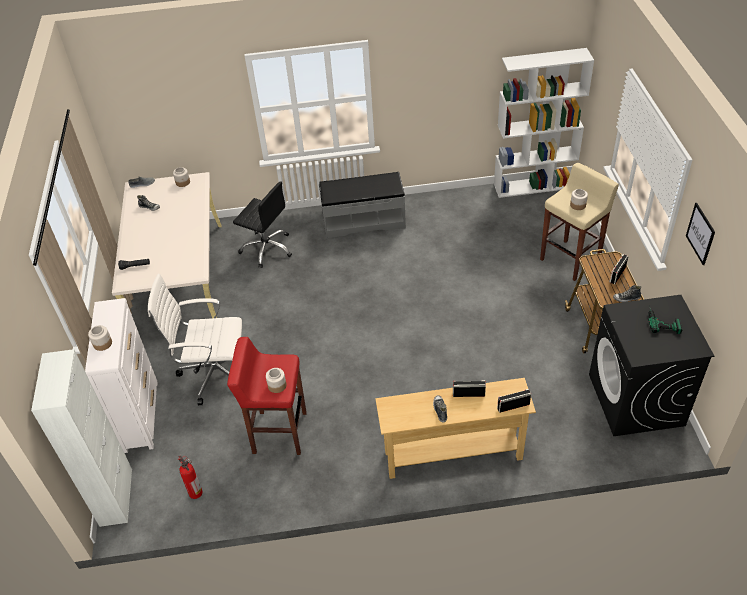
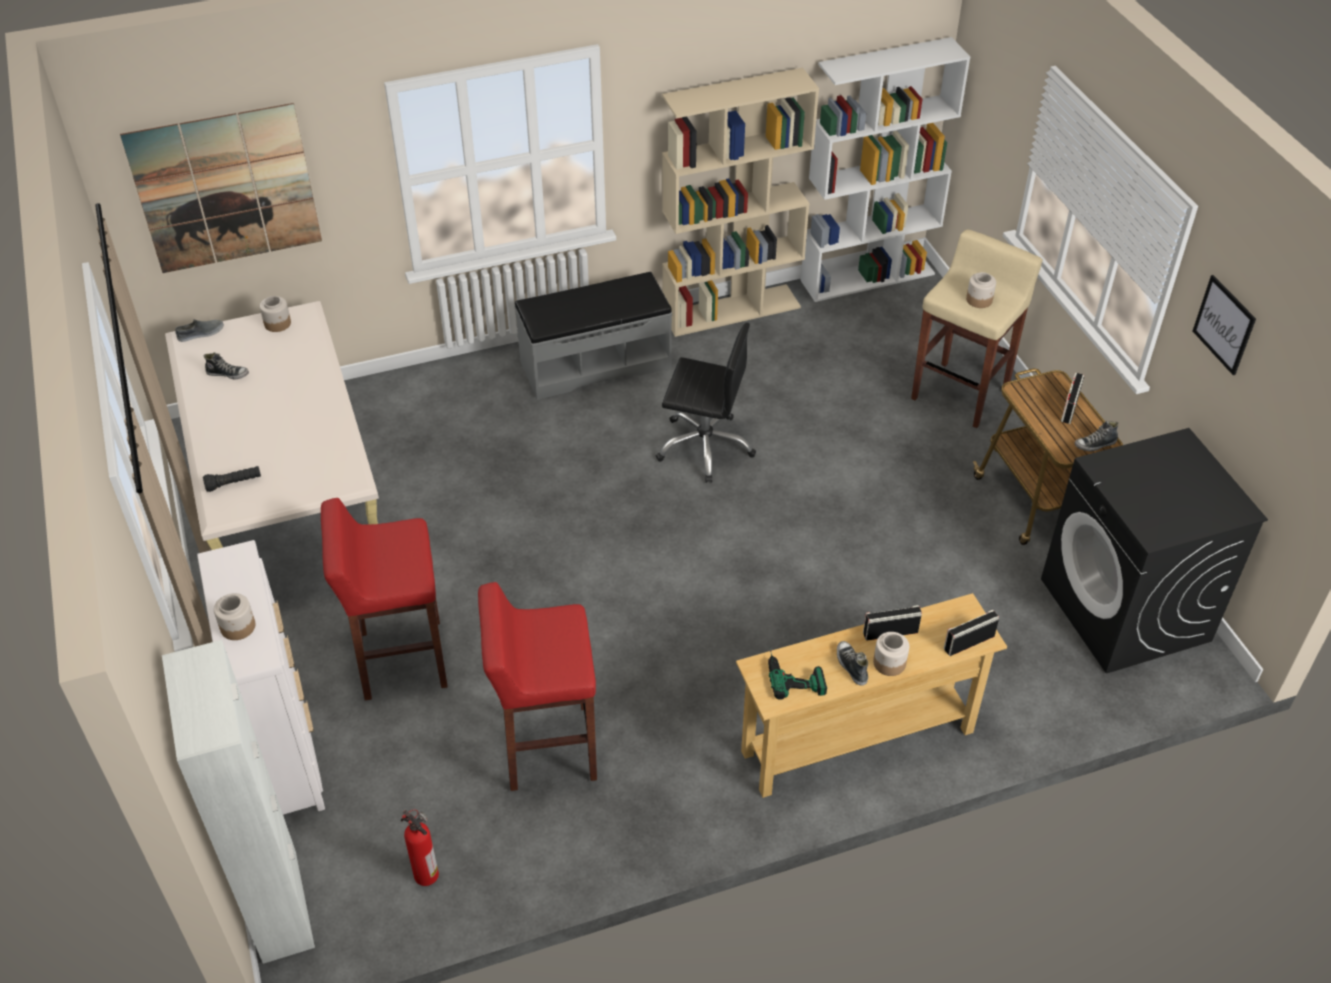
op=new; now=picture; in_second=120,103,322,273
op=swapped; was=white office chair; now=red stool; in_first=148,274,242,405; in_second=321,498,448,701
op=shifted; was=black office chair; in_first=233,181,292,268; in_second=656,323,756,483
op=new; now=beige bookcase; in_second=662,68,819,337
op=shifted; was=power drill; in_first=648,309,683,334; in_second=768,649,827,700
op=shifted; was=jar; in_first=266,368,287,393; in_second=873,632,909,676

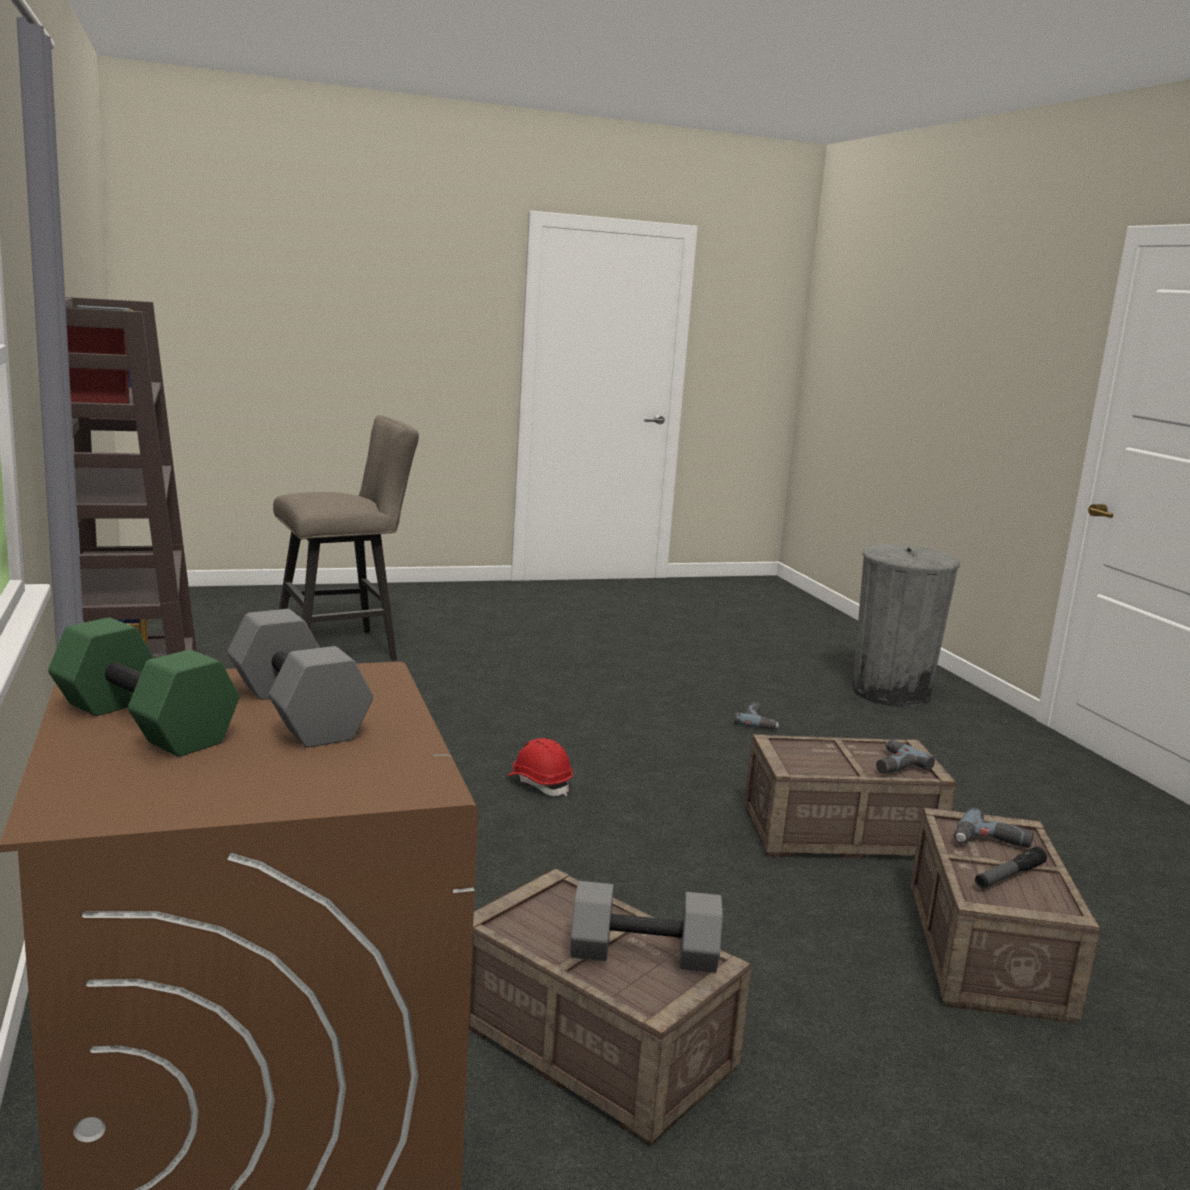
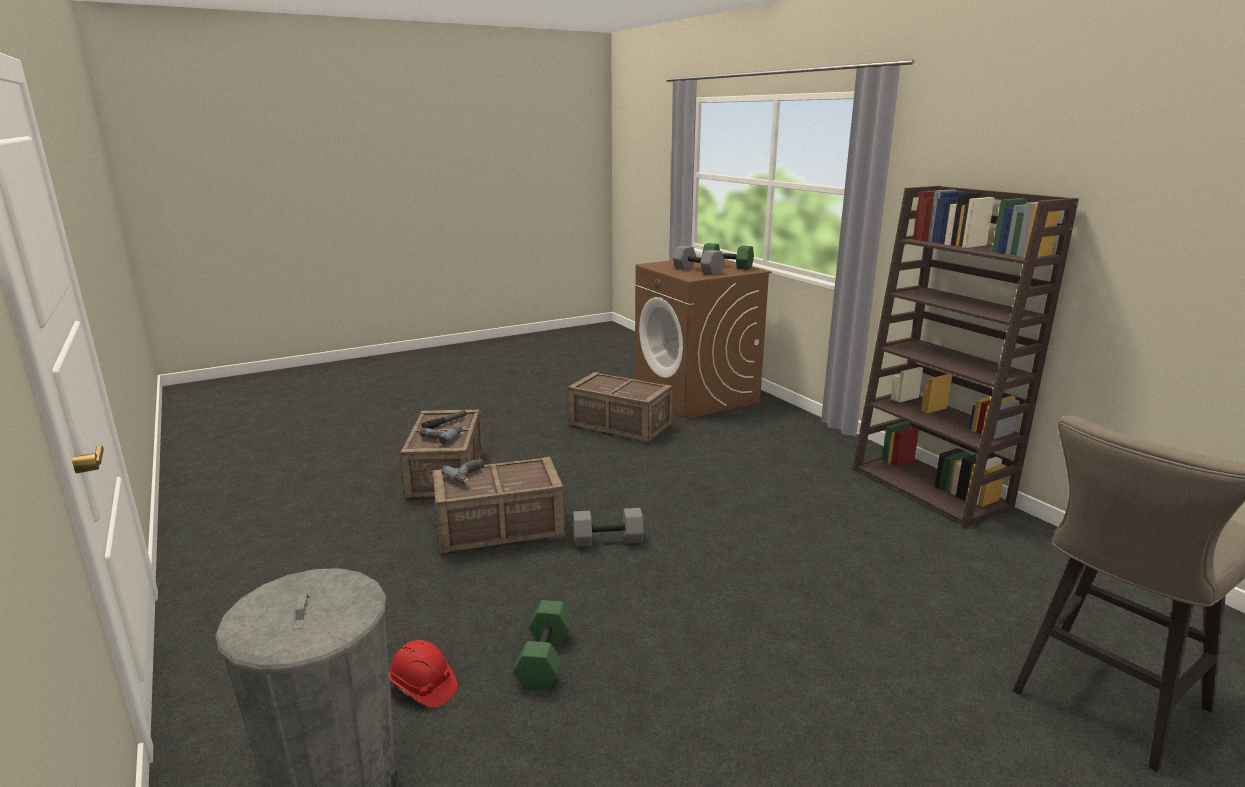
op=shifted; was=red hard hat; in_first=506,738,573,796; in_second=389,640,458,708
op=swapped; was=power drill; now=green dumbbell; in_first=734,702,779,730; in_second=513,600,573,691
op=shifted; was=grey dumbbell; in_first=570,881,723,973; in_second=573,508,644,547

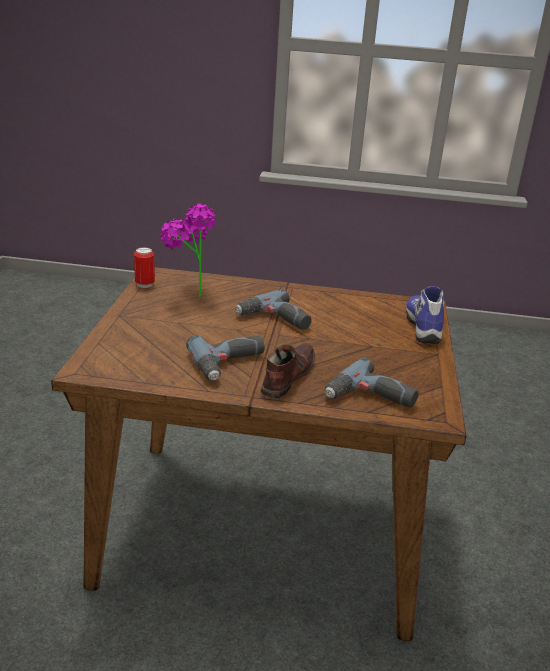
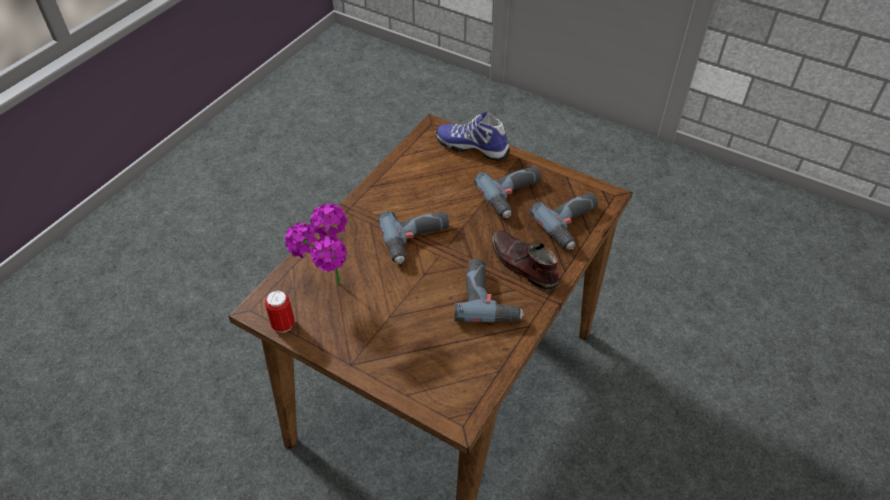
op=new; now=power drill; in_second=474,166,541,218

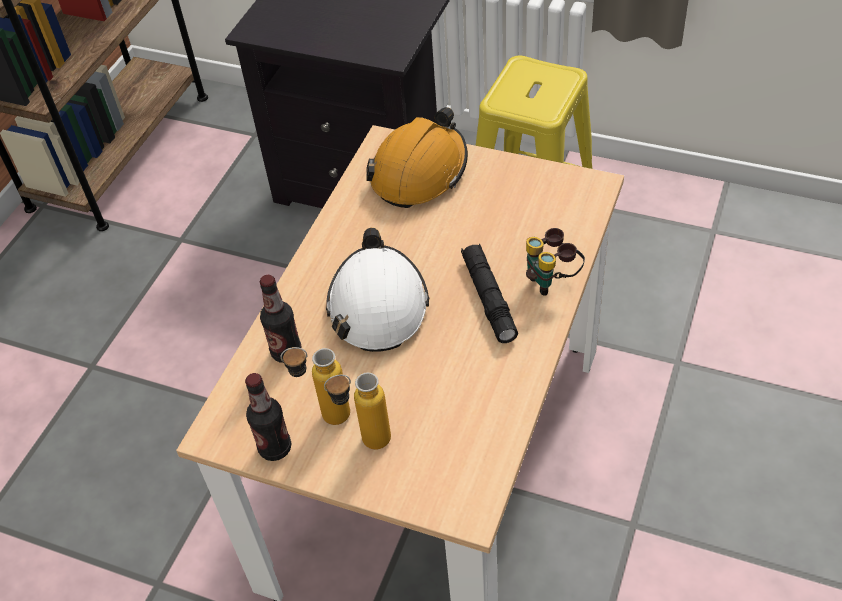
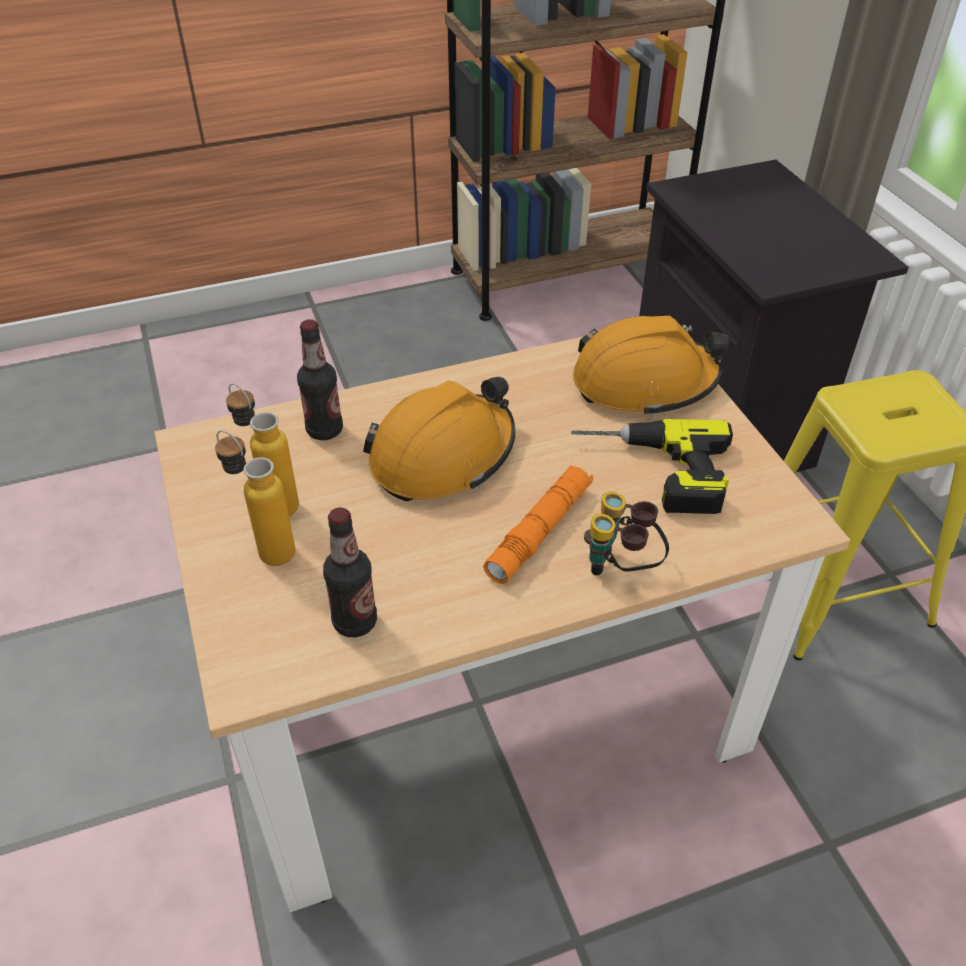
op=shifted; was=bottle; in_first=245,373,292,461; in_second=323,507,377,637
op=repainted; was=white hard hat; now=orange hard hat; in_first=326,228,429,352; in_second=363,377,515,501
op=repainted; was=black flashlight; now=orange flashlight; in_first=461,244,518,343; in_second=483,465,593,584
op=new; now=power drill; in_second=571,419,733,514

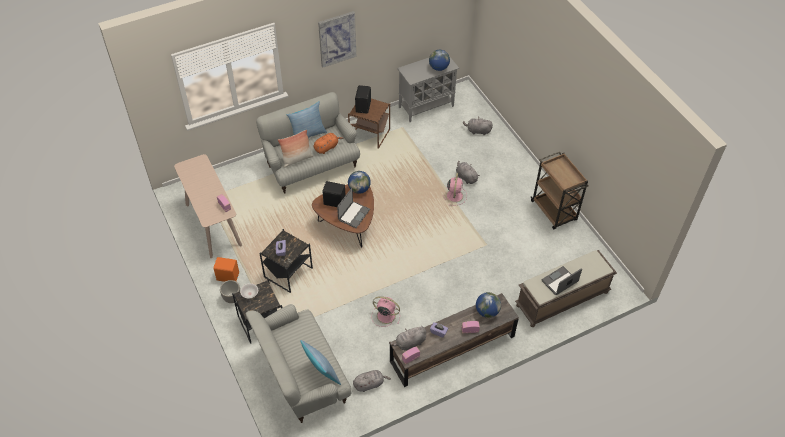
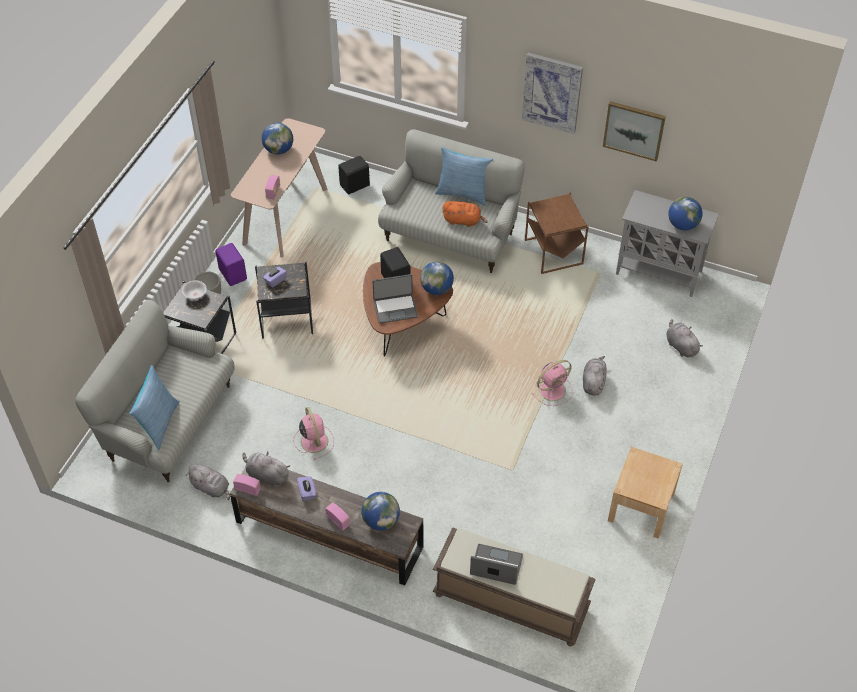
op=repainted; was=orange speaker; now=purple speaker; in_first=213,257,239,282; in_second=215,243,247,286
op=new; now=globe; in_second=262,123,293,155
op=shifted; was=black speaker; in_first=355,85,371,114; in_second=338,156,370,195
op=new; now=picture; in_second=603,101,666,162
op=swapped; was=brown cart; now=beige nightstand; in_first=531,152,589,229; in_second=608,447,683,539
op=gone; was=pillow; in_first=278,129,313,168

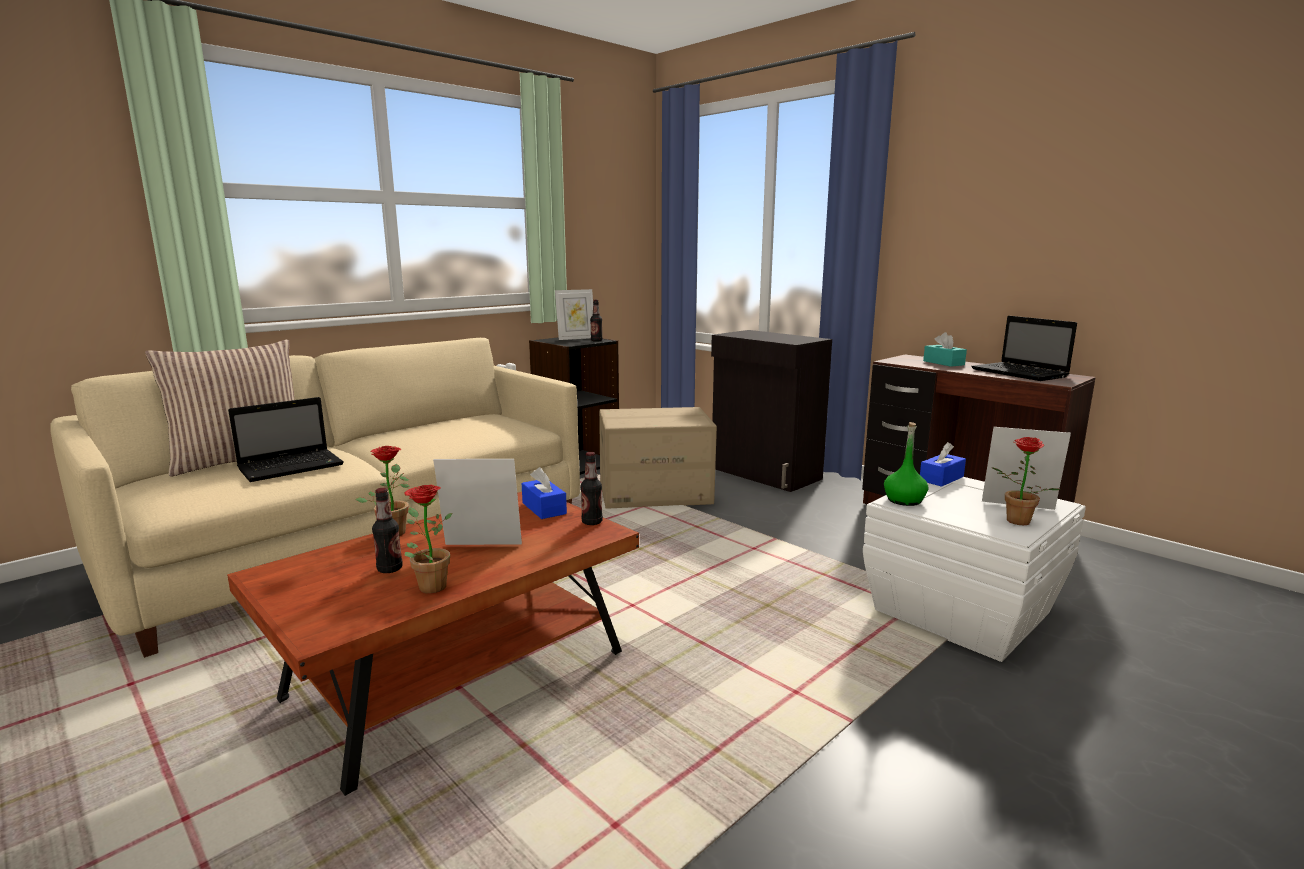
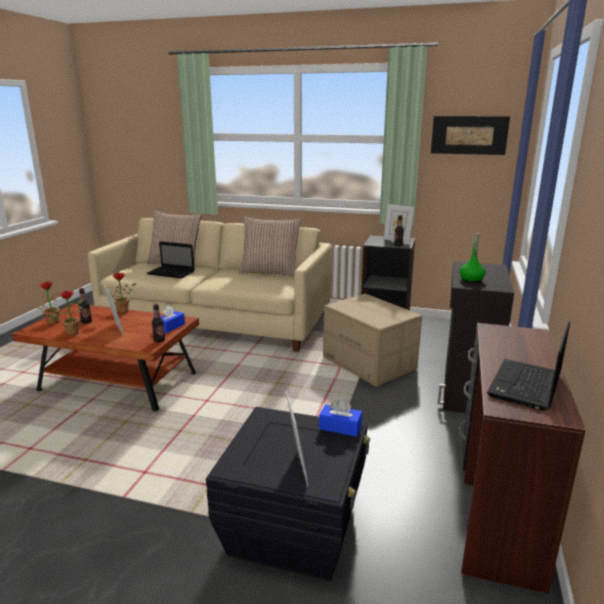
op=shifted; was=potted plant; in_first=992,437,1060,525; in_second=38,282,60,325
op=repainted; was=white storage box; now=black storage box; in_first=863,477,1086,662; in_second=206,407,370,581
op=new; now=pillow; in_second=239,217,301,277
op=new; now=picture; in_second=431,116,510,155
op=shifted; was=green bottle; in_first=884,422,928,506; in_second=460,233,486,283
op=gone; was=turquoise tissue box; in_first=923,332,967,367

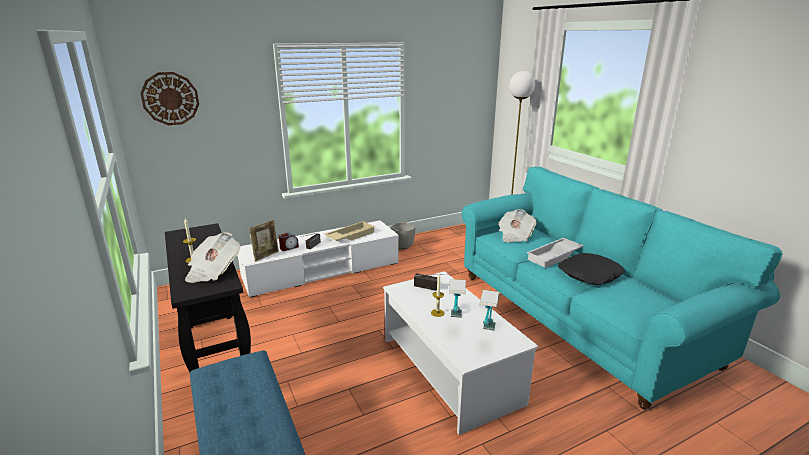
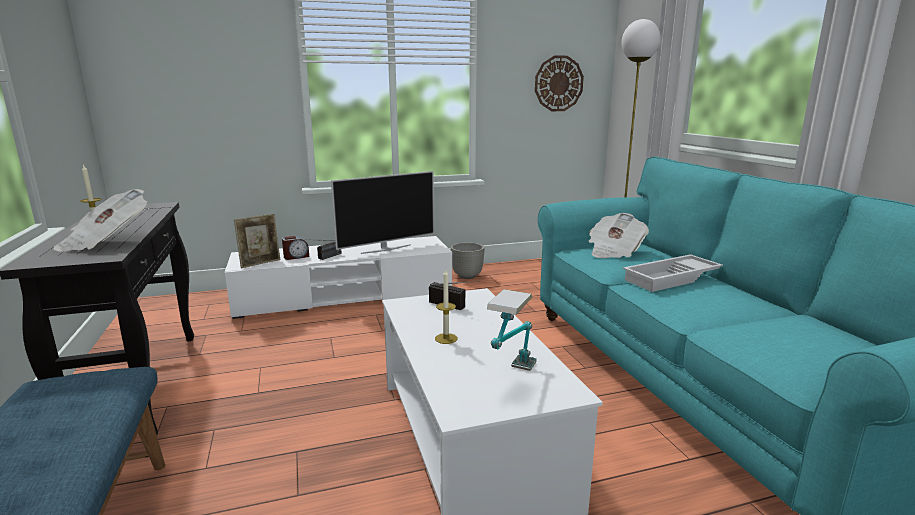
op=swapped; was=beige tray; now=television; in_first=325,221,375,241; in_second=331,171,434,254
op=shifted; was=wall clock; in_first=140,72,199,125; in_second=535,55,584,111
op=gone; was=table lamp; in_first=449,279,466,318
op=gone; was=black pillow; in_first=558,253,625,285

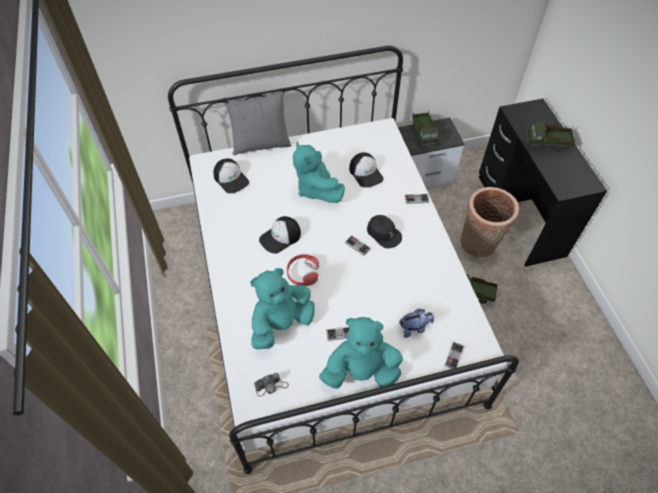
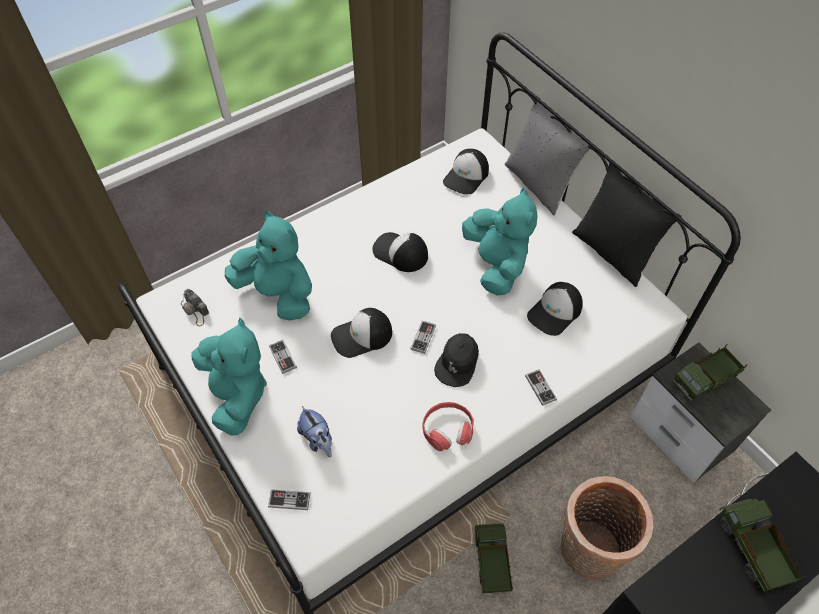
op=new; now=cap; in_second=331,308,392,358
op=shifted; was=red headphones; in_first=287,254,319,286; in_second=422,402,474,451
op=rotated; was=turquoise plush toy; in_first=293,141,345,203; in_second=462,187,538,296; clockwise=120
op=new; now=black pillow; in_second=572,163,682,287

